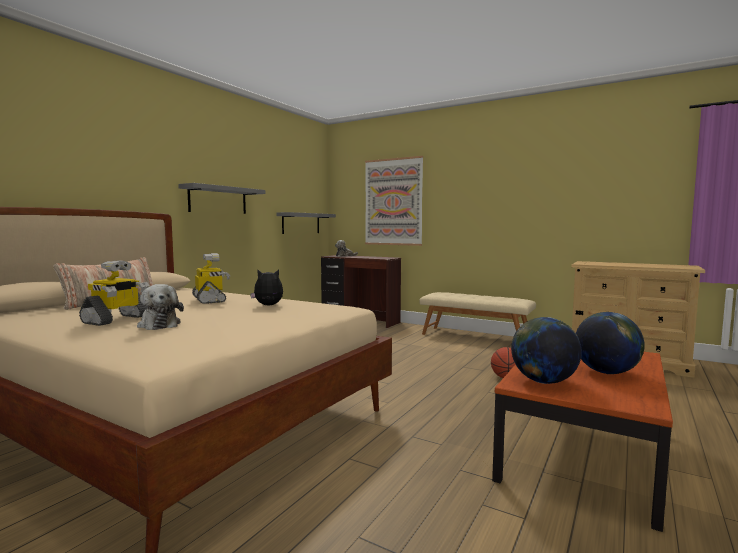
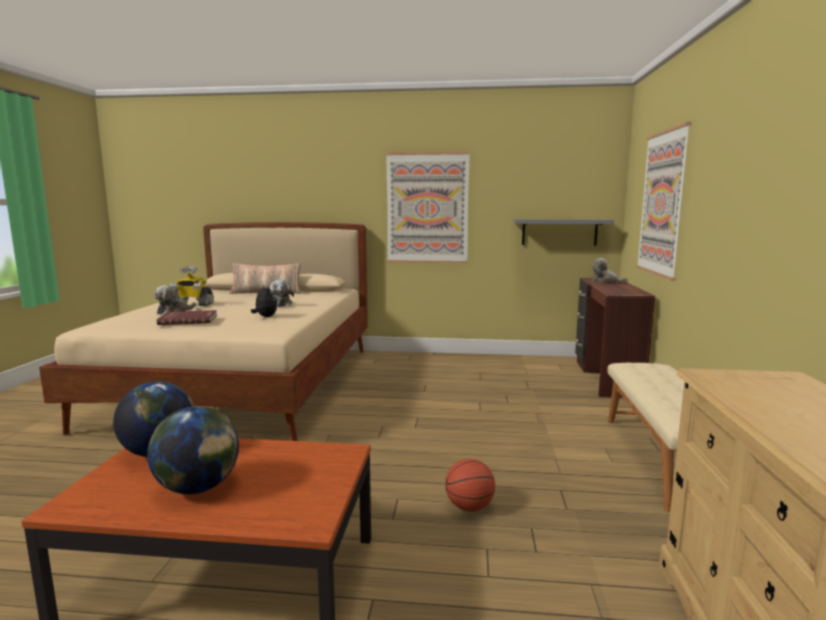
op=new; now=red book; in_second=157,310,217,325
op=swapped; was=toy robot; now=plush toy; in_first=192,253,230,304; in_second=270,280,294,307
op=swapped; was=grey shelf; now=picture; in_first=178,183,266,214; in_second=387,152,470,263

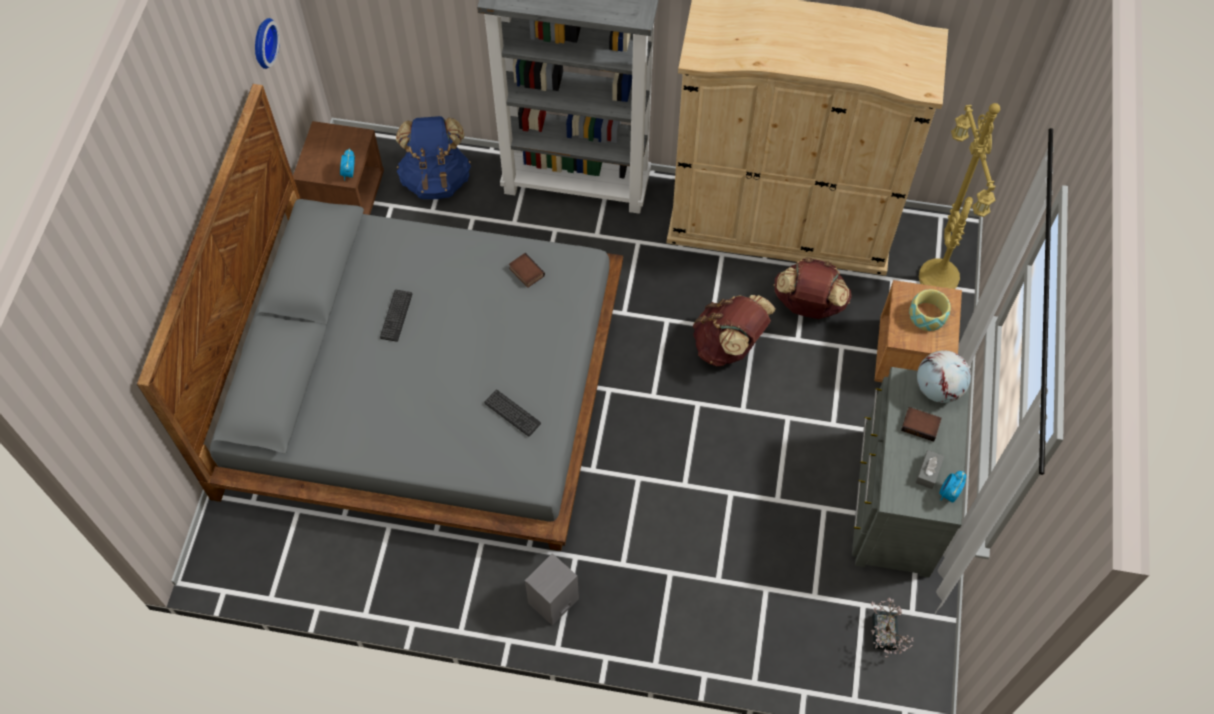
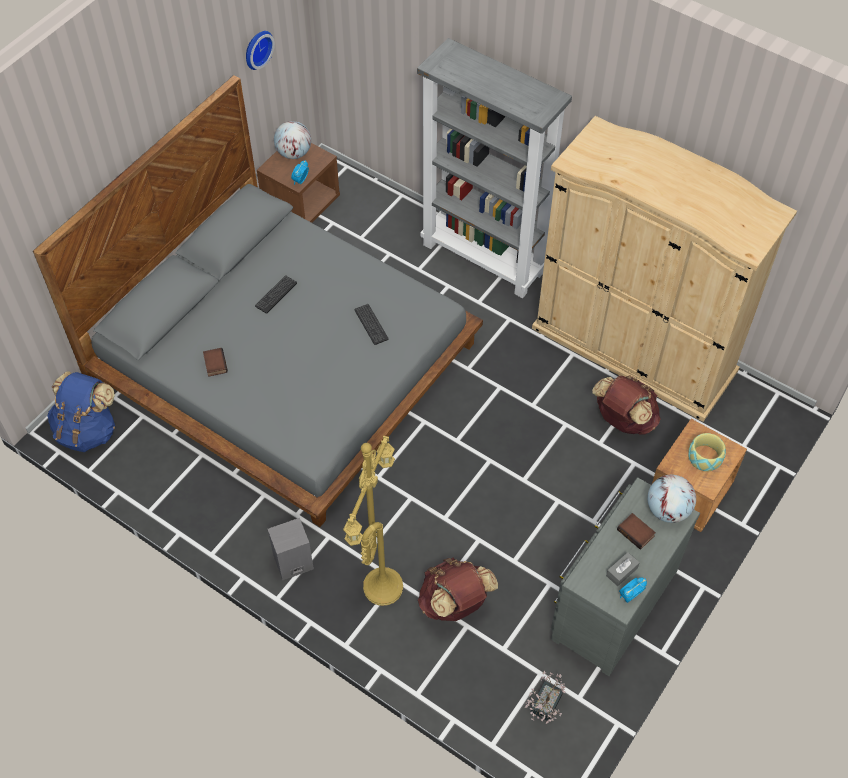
op=shifted; was=blue backpack; in_first=396,116,471,199; in_second=47,371,115,452
op=shifted; was=book; in_first=509,253,545,288; in_second=203,348,228,377
op=new; now=globe; in_second=274,121,311,159
op=shifted; was=yellow floor lamp; in_first=919,103,1000,289; in_second=343,436,403,606
op=shifted; was=keyboard; in_first=484,390,541,436; in_second=355,304,388,345
op=shifted; was=brown backpack; in_first=692,295,776,367; in_second=418,557,498,621

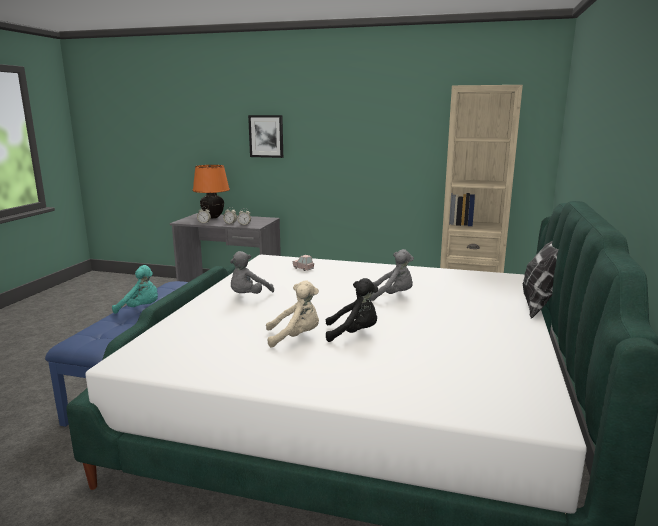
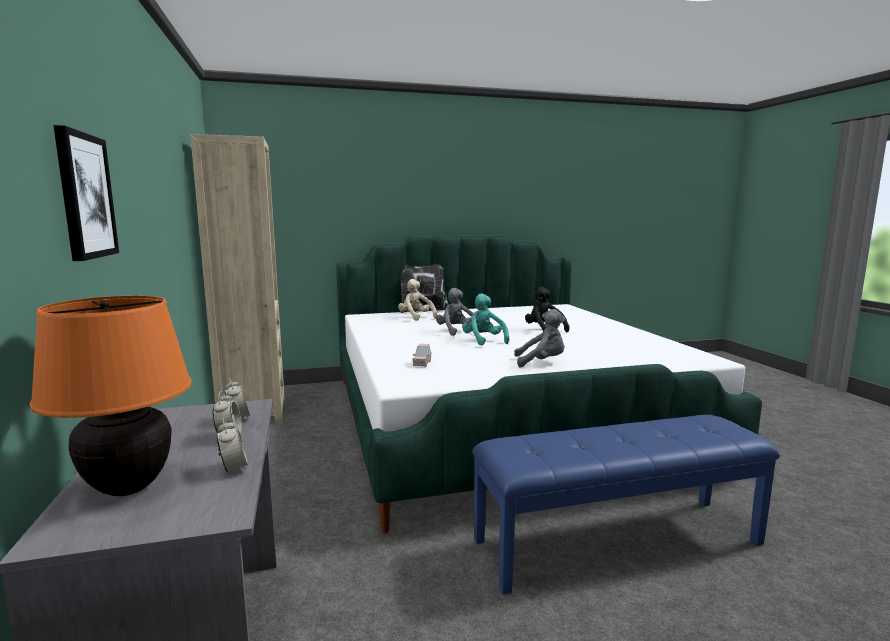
op=shifted; was=beige plush toy; in_first=266,280,319,348; in_second=398,279,437,321
op=shifted; was=turquoise plush toy; in_first=112,265,158,314; in_second=462,293,509,346

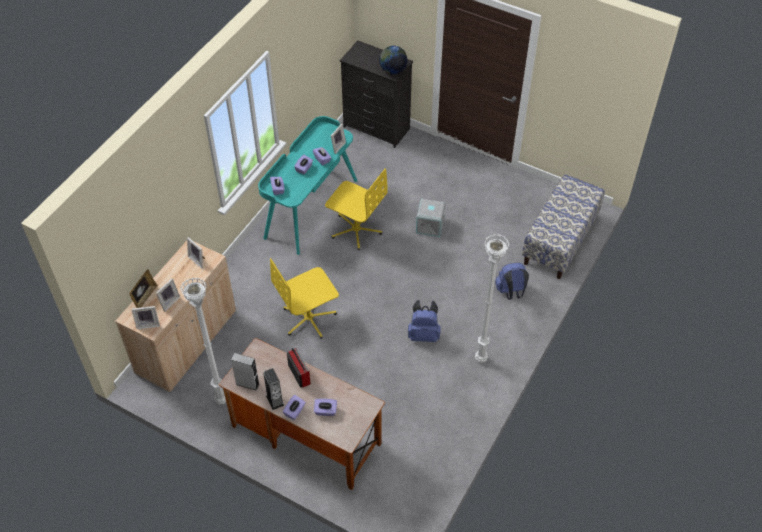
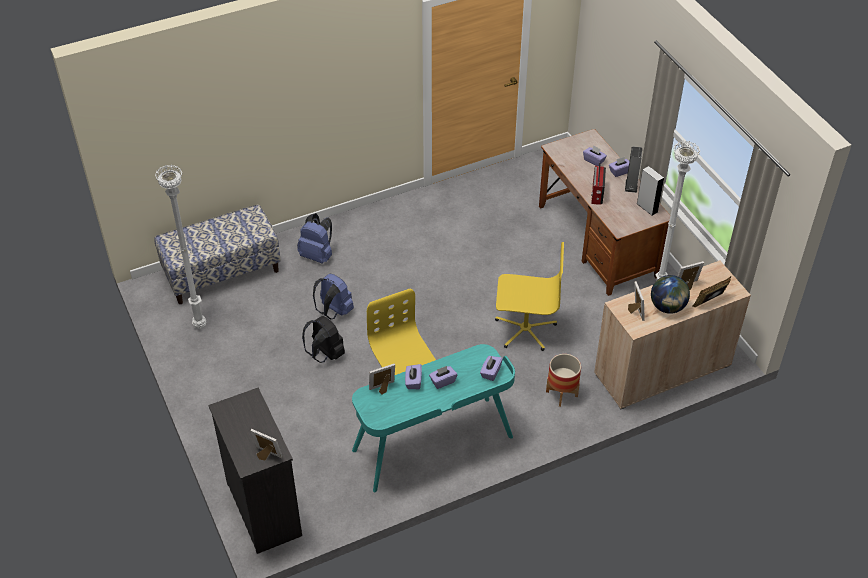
op=shifted; was=white floor lamp; in_first=475,234,509,363; in_second=155,165,206,329
op=shifted; was=picture frame; in_first=131,306,160,329; in_second=250,429,283,461
op=swapped; was=grey storage box; now=black backpack; in_first=416,199,446,237; in_second=302,316,345,363
op=shifted; was=blue backpack; in_first=408,300,440,342; in_second=313,274,354,319
op=new; now=planter; in_second=546,354,581,407
op=shifted; was=globe; in_first=379,46,407,74; in_second=651,275,690,314

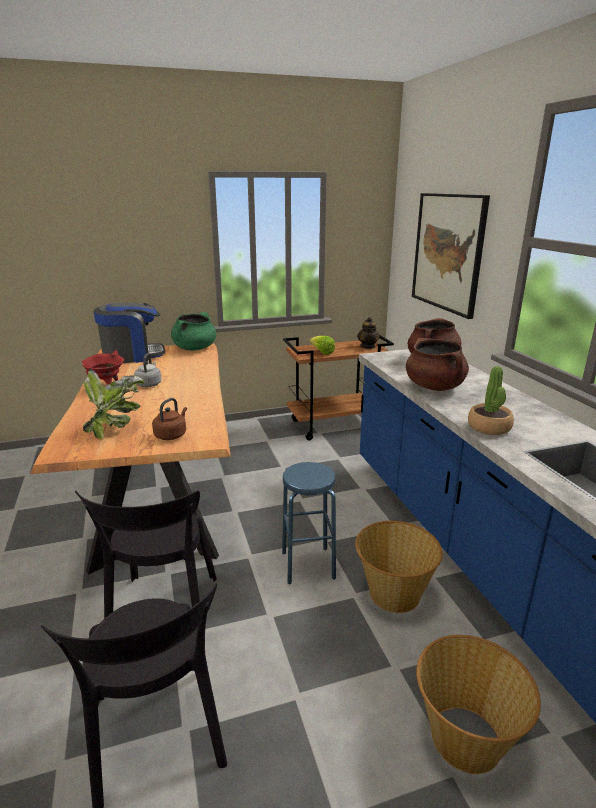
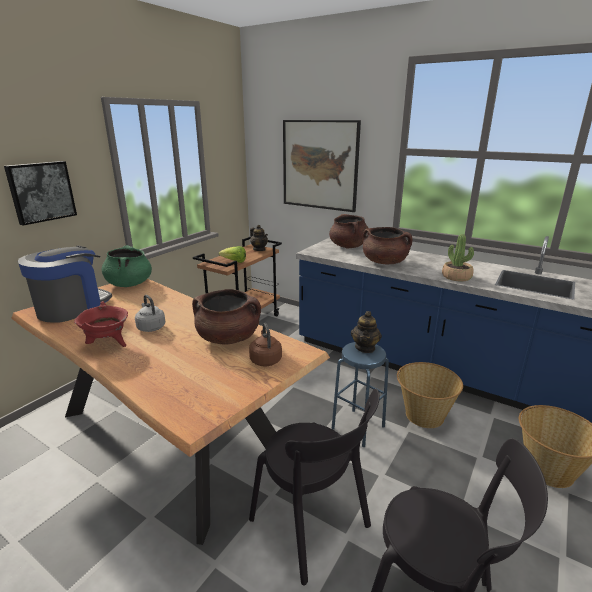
op=new; now=picture; in_second=4,161,77,226
op=new; now=brown cooking pot; in_second=192,289,261,345
op=new; now=teapot; in_second=351,311,382,353
op=gone; was=potted plant; in_first=83,368,144,439

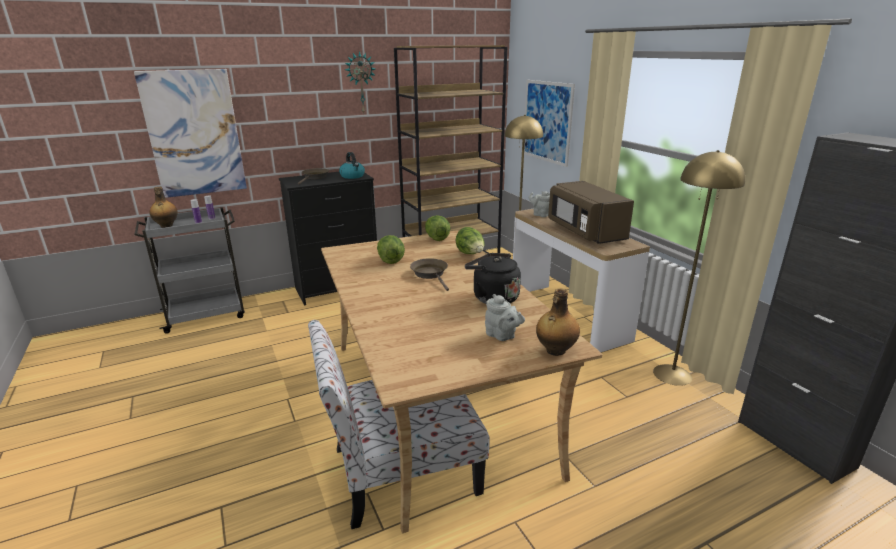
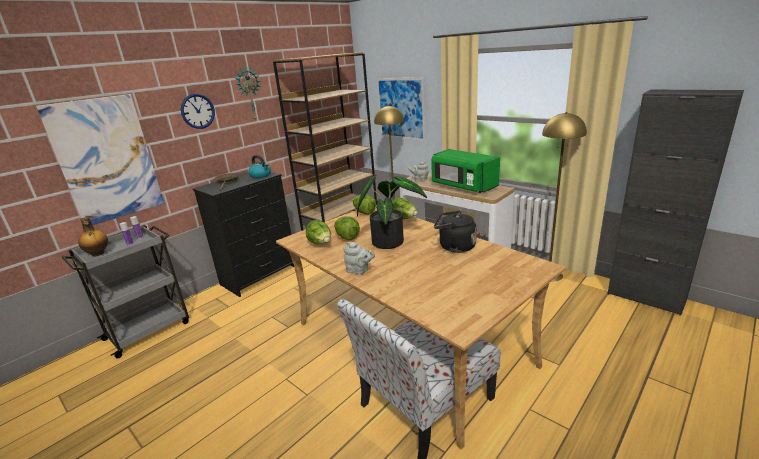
op=new; now=wall clock; in_second=181,94,215,129
op=new; now=lettuce; in_second=306,220,331,245
op=shifted; was=grey teapot; in_first=485,294,525,341; in_second=344,242,375,275
op=swapped; was=brown frying pan; now=potted plant; in_first=410,258,449,291; in_second=357,174,427,249
op=repainted; was=brown microwave; now=green microwave; in_first=548,181,634,244; in_second=431,149,500,193
op=gone; was=bottle; in_first=536,288,580,356

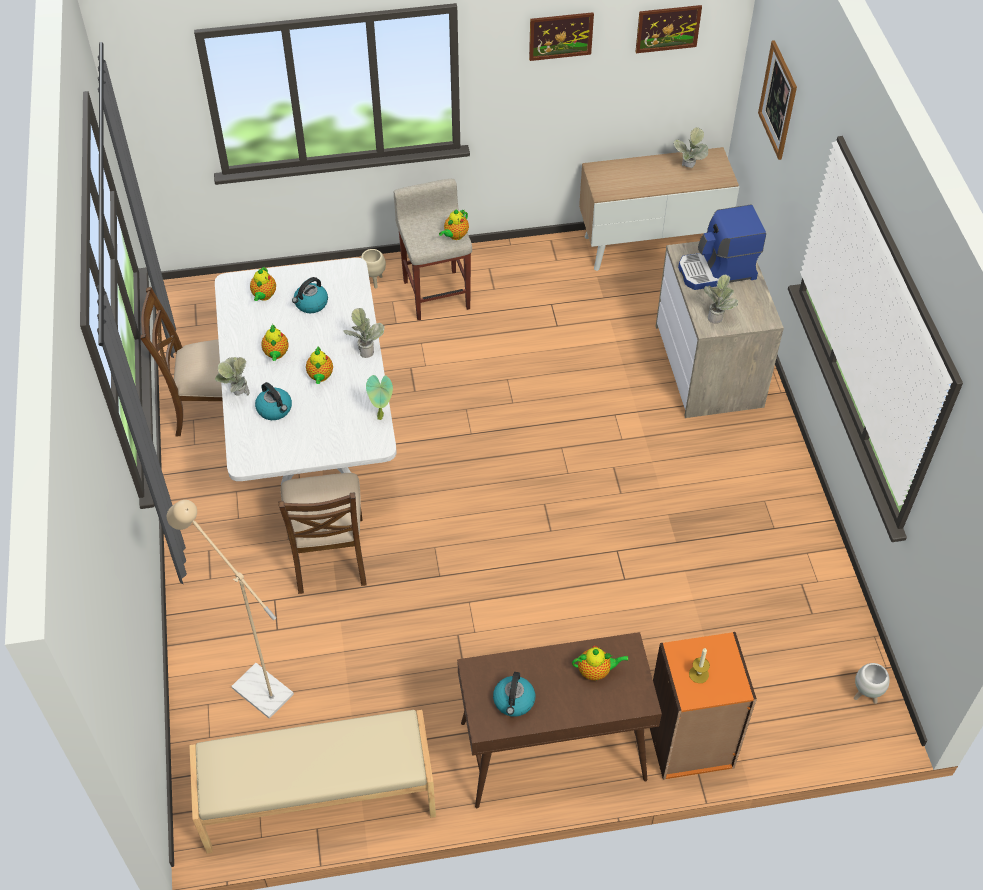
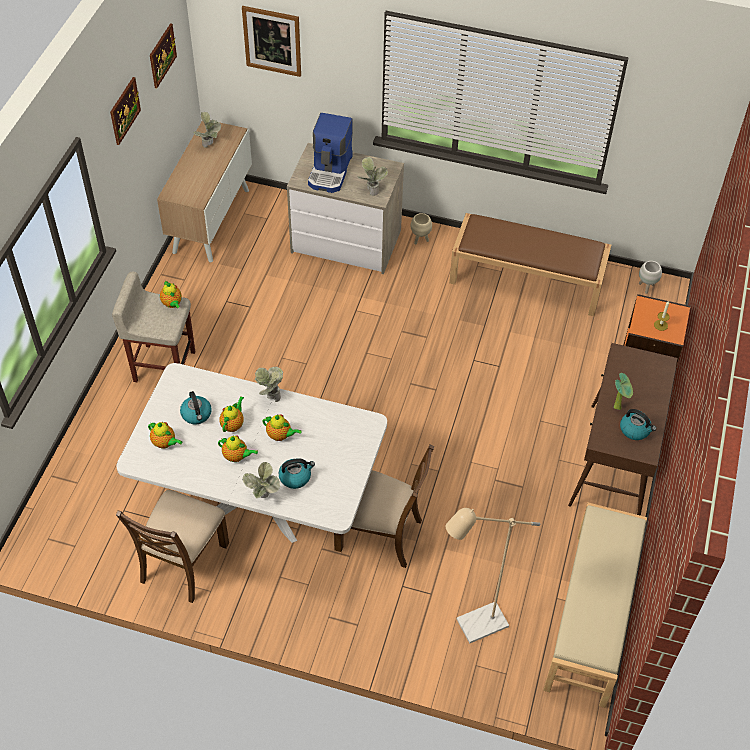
op=shifted; was=teapot; in_first=572,646,628,681; in_second=219,396,244,432
op=shifted; was=beige planter; in_first=360,249,386,288; in_second=411,213,432,245
op=new; now=brown bench; in_second=449,213,611,316
op=shifted; was=potted plant; in_first=366,375,393,420; in_second=614,373,633,410

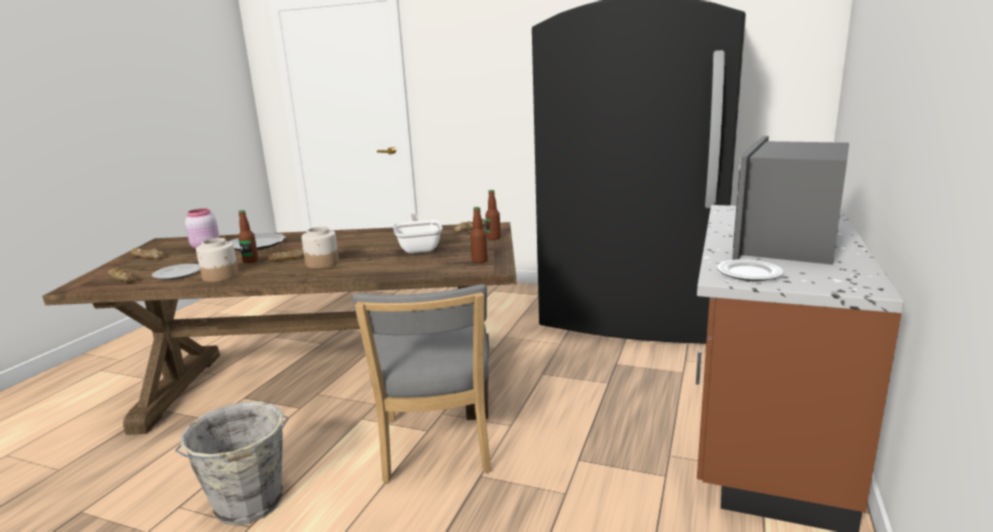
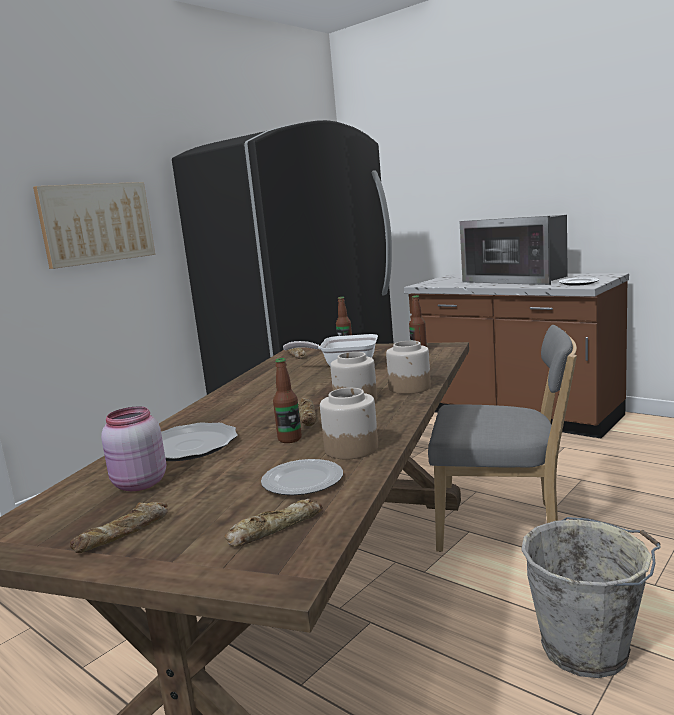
op=new; now=picture; in_second=33,182,155,269
op=new; now=jar; in_second=386,341,431,394

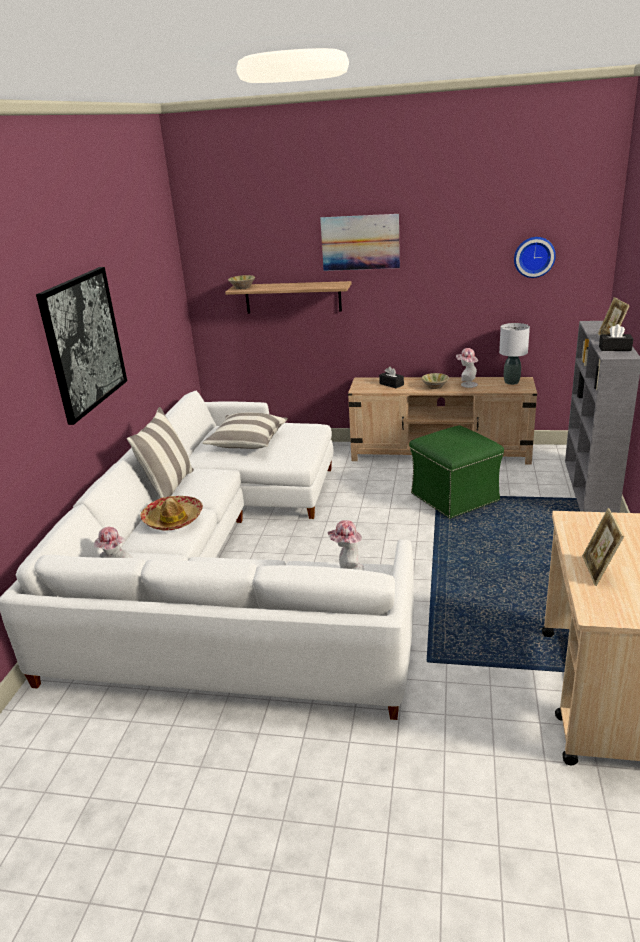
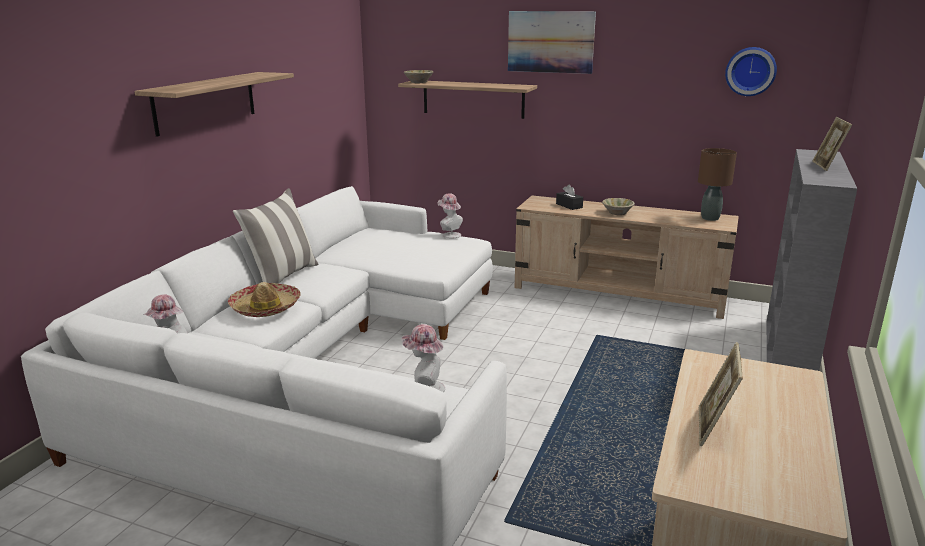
op=swapped; was=picture; now=shelf; in_first=36,267,127,425; in_second=134,72,294,137
op=shifted; was=hat; in_first=456,348,478,388; in_second=437,193,463,238
op=repainted; was=grey table lamp; now=brown table lamp; in_first=499,323,530,385; in_second=698,148,737,221
op=gone; was=pillow; in_first=202,413,288,449
op=gone; was=green ottoman; in_first=409,425,504,519
op=gone; was=black tissue box; in_first=599,324,633,351

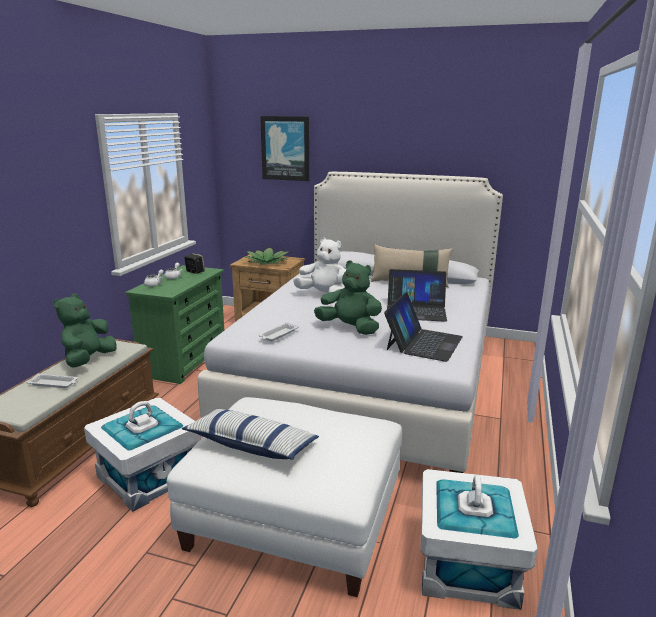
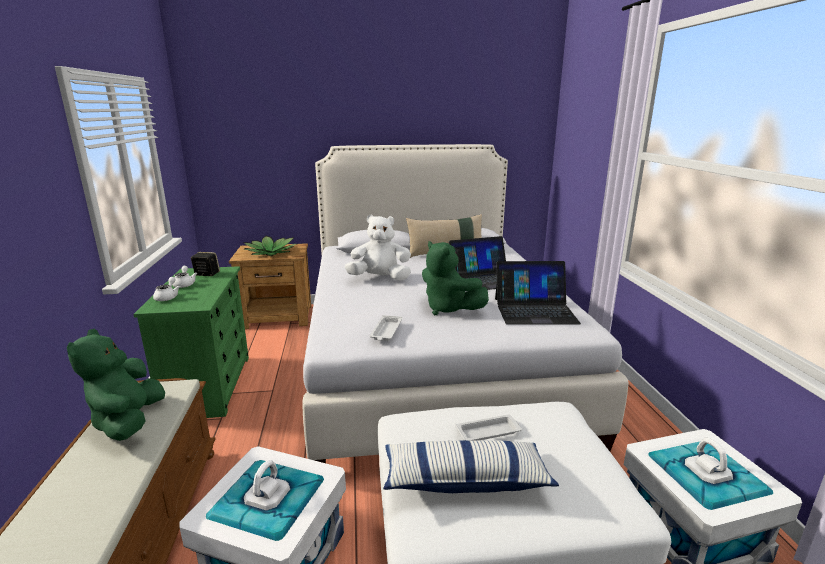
op=rotated; was=green plush toy; in_first=314,260,382,335; in_second=422,241,489,315; clockwise=-135
op=shifted; was=white tray; in_first=26,373,78,388; in_second=455,415,522,441
op=rotated; was=laptop; in_first=384,292,463,362; in_second=495,261,581,325; clockwise=90
op=gone; was=picture; in_first=260,116,309,181

